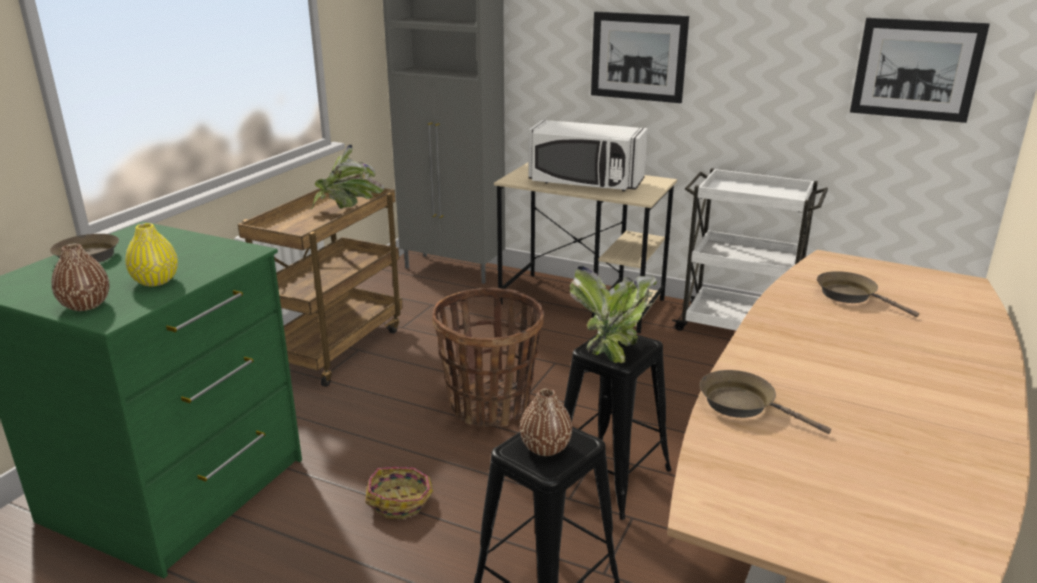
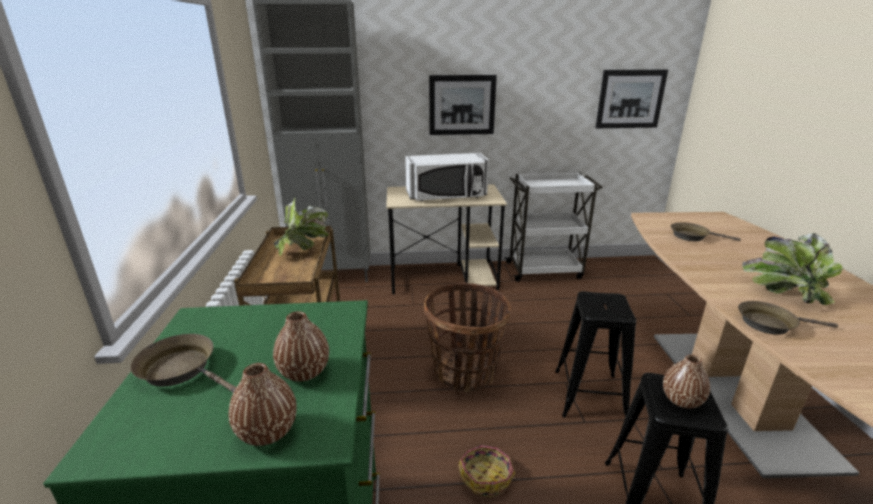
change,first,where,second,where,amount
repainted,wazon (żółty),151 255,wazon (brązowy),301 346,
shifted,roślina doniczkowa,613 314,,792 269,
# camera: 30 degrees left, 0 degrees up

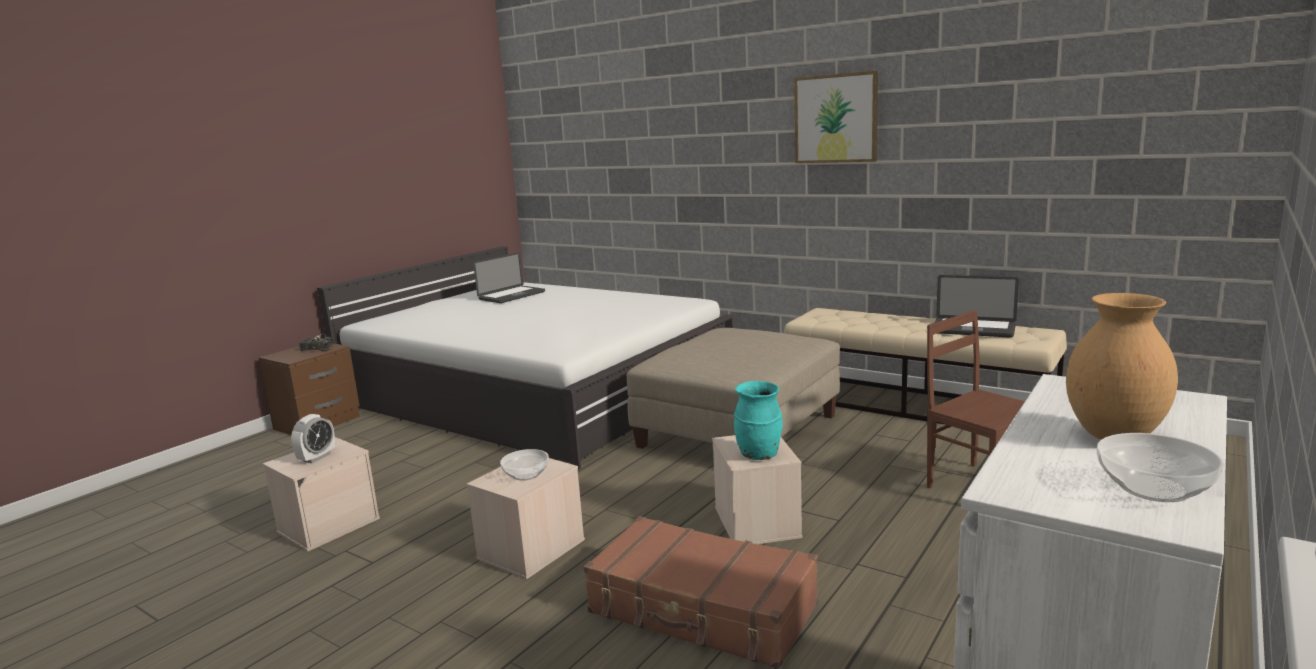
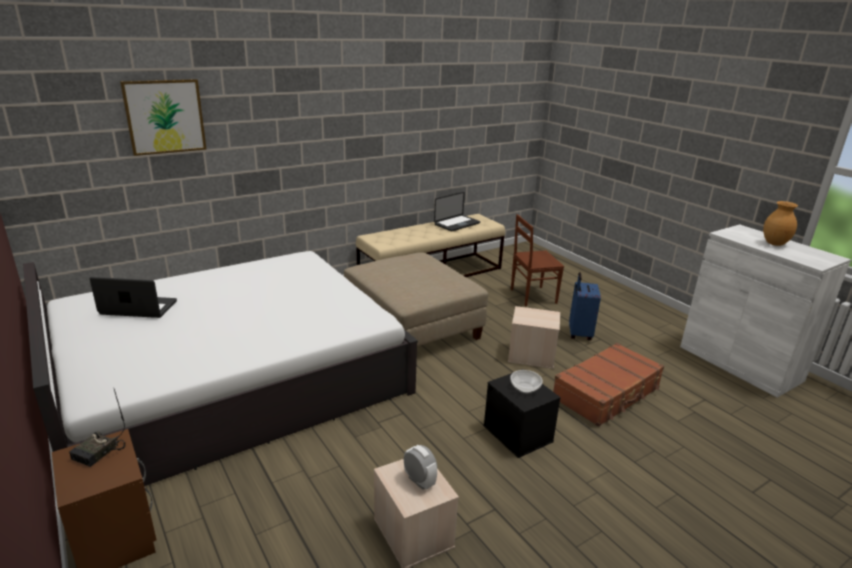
change,first,where,second,where,amount
rotated,laptop,509 277,,133 297,60 degrees counterclockwise
shifted,obraz,836 117,,163 117,
repainted,pojemnik do przechowywania (beżowy),526 519,pojemnik do przechowywania (czarny),522 413,
new,,,walizka (niebieski),585 306,
gone,wazon (turkusowy),758 420,,,
gone,miska,1160 467,,,
# camera: 70 degrees left, 10 degrees up

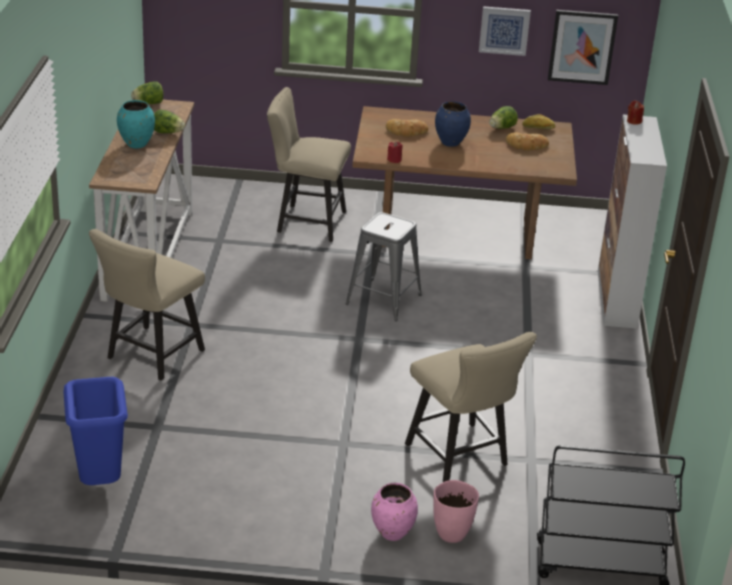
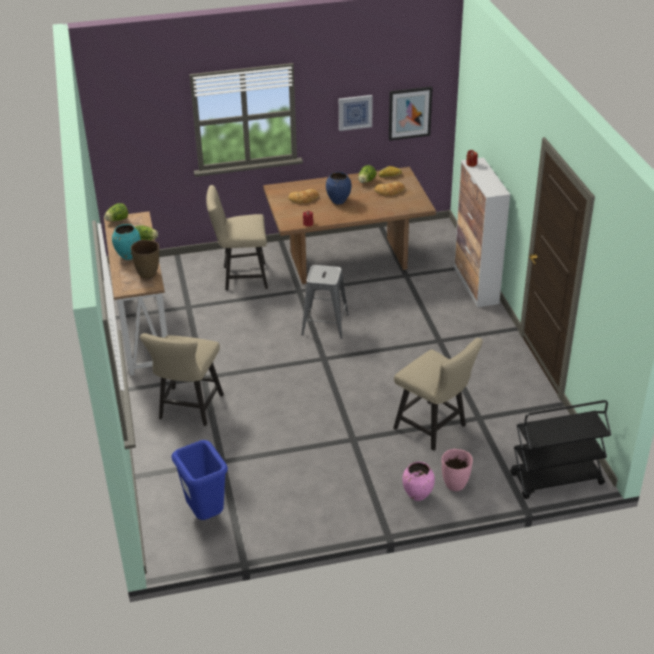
change,first,where,second,where,amount
new,,,wazon (brązowy),145 259,
# camera: 15 degrees left, 5 degrees up

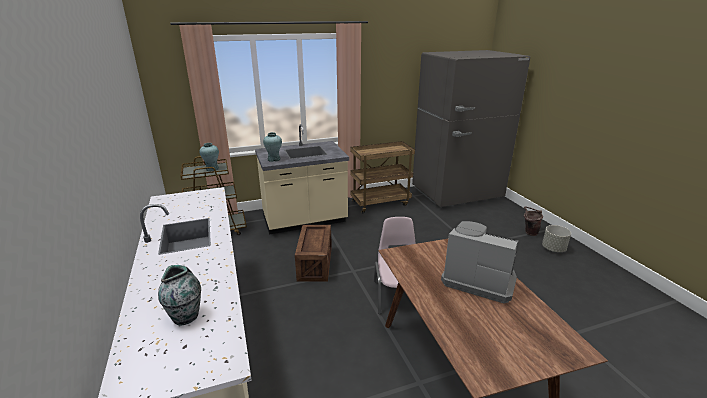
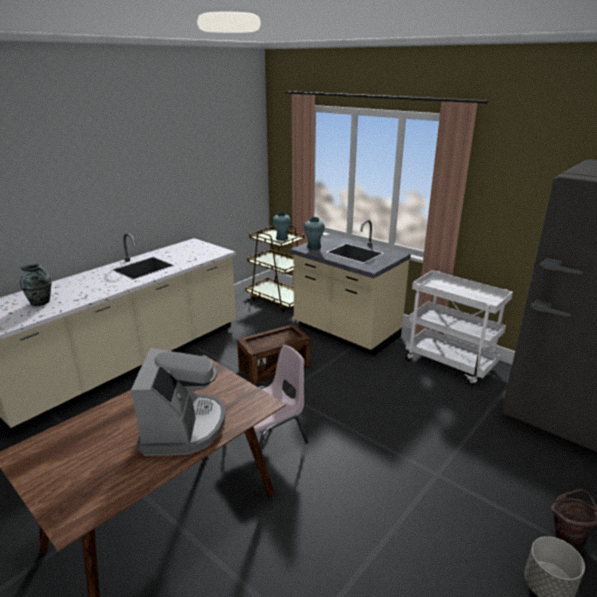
change,first,where,second,where,amount
repainted,wózek (brązowy),382 177,wózek (biały),459 327,
# camera: 60 degrees right, 0 degrees up

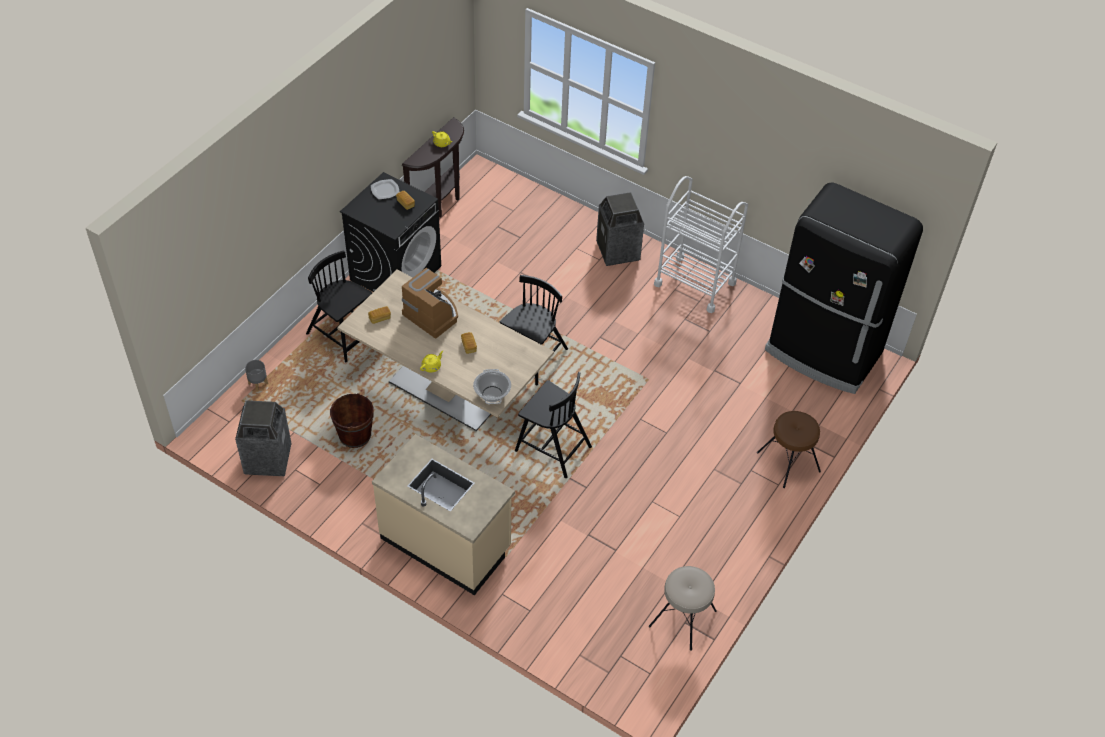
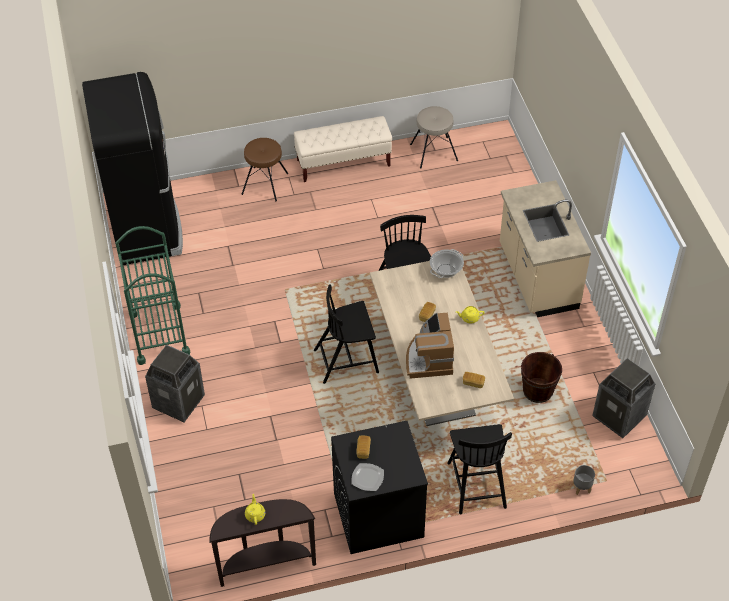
change,first,where,second,where,amount
repainted,wózek (biały),701 244,wózek (zielony),153 295,
new,,,ławka (beżowy),343 149,
# camera: 135 degrees left, 0 degrees up

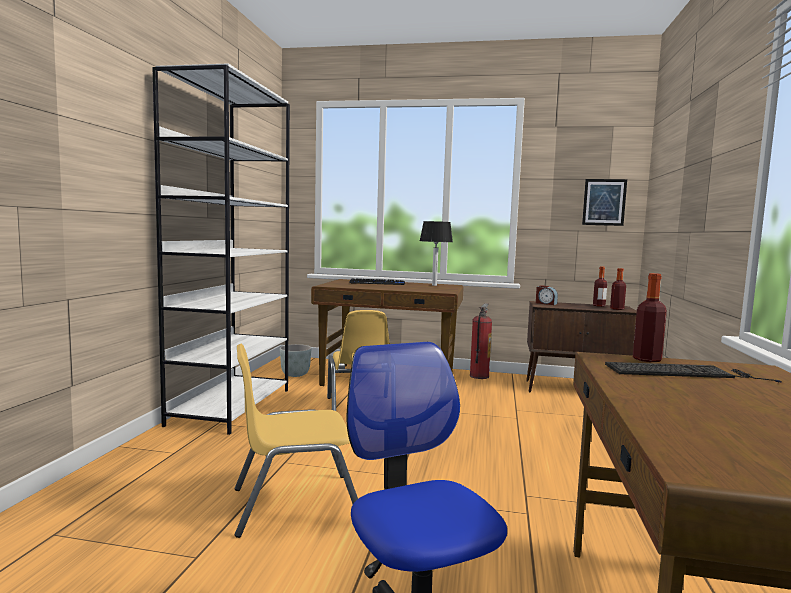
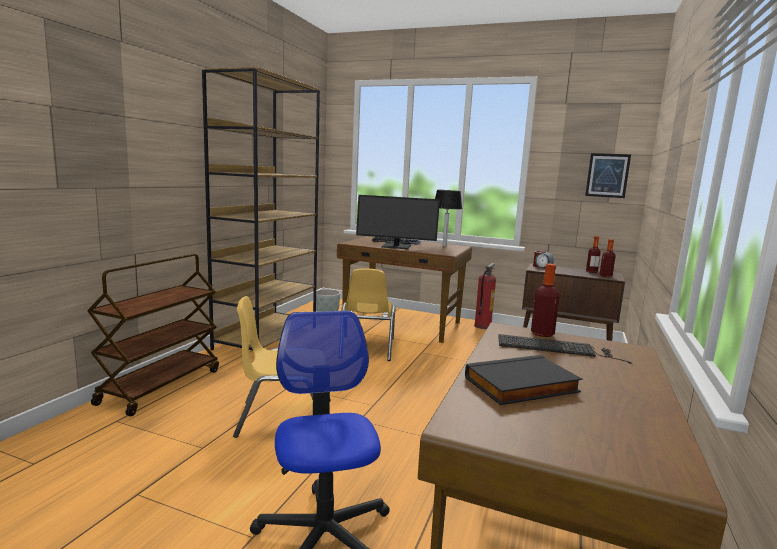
change,first,where,second,where,amount
new,,,wózek (brązowy),153 335,
repainted,regał (biały),221 249,regał (brązowy),261 208,
new,,,monitor,398 222,
new,,,książka (czarny),523 380,
# camera: 10 degrees right, 5 degrees up

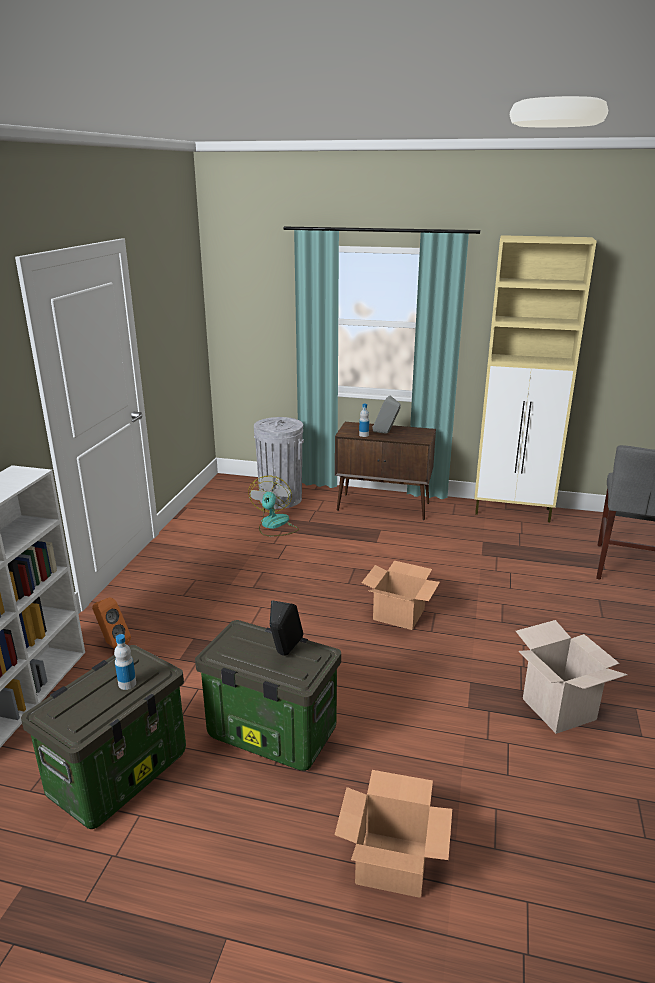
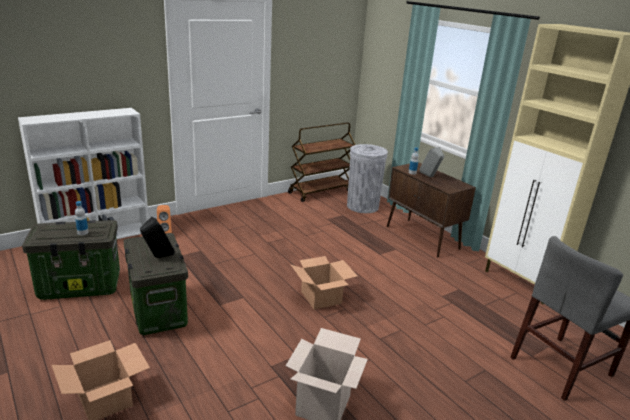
change,first,where,second,where,amount
new,,,wózek (brązowy),321 162,
gone,wentylator,273 506,,,
# camera: 40 degrees right, 0 degrees up

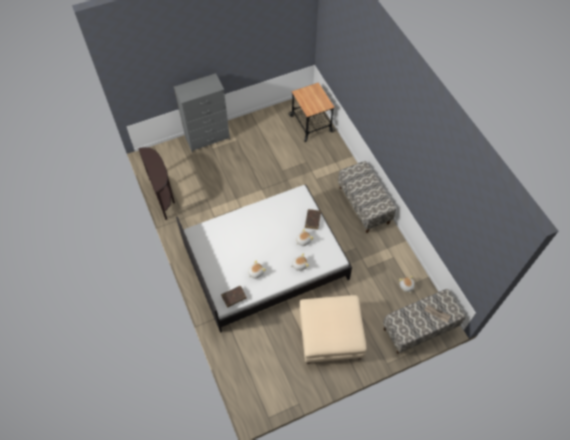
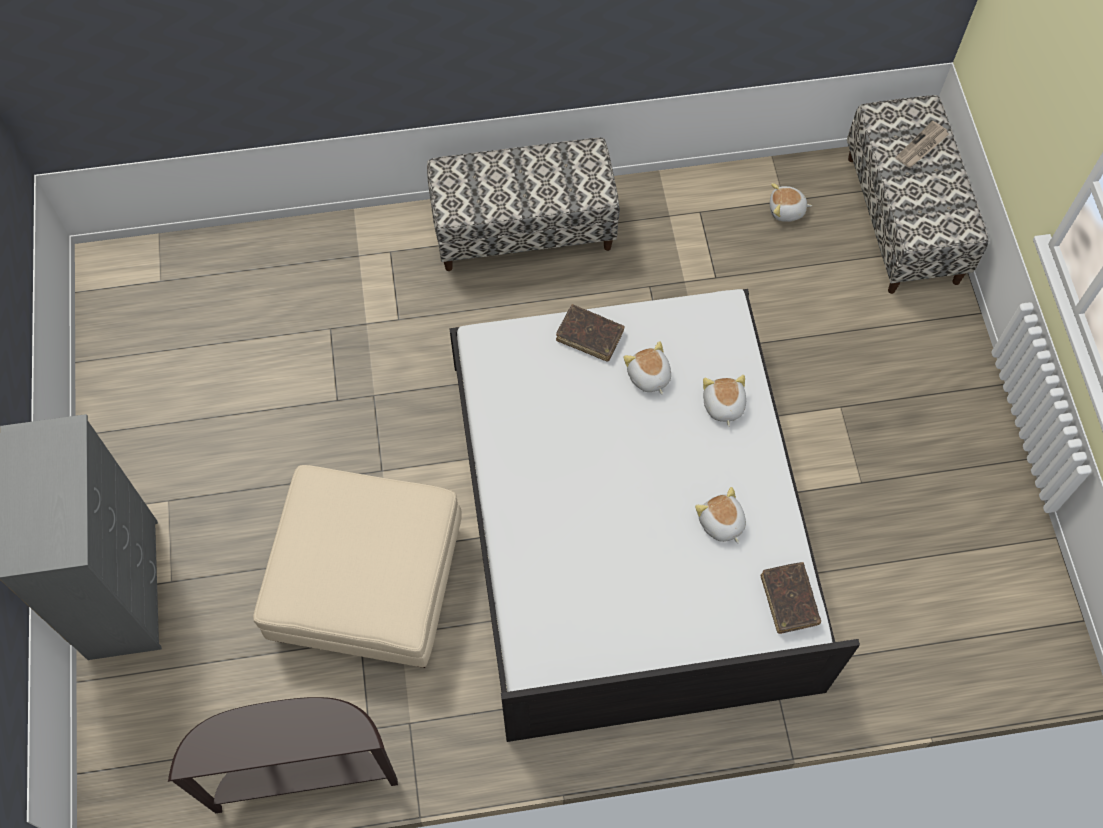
change,first,where,second,where,amount
shifted,pufa (beżowy),333 329,,357 566,
gone,wózek,312 112,,,
# camera: 75 degrees left, 5 degrees up

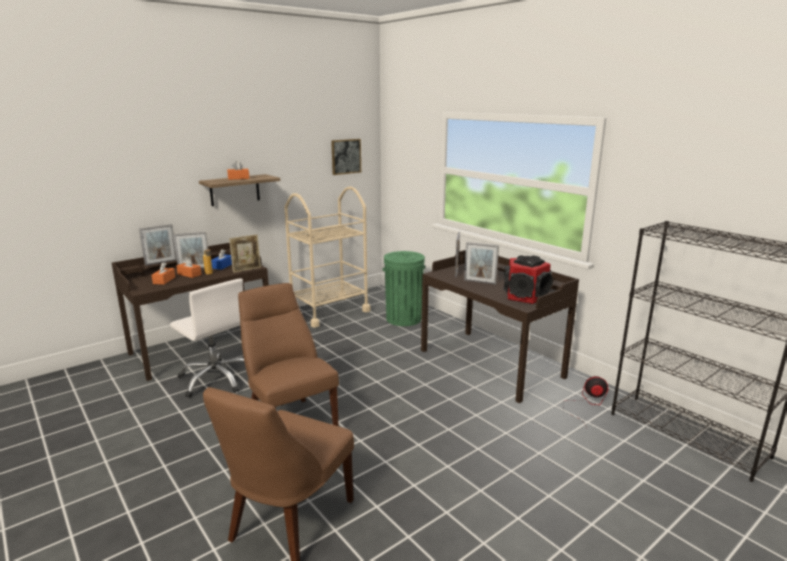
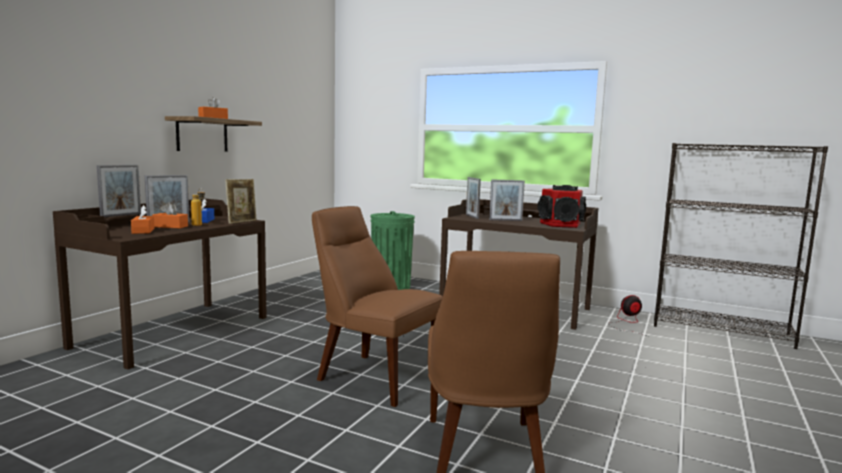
change,first,where,second,where,amount
gone,krzesło biurowe (biały),207 338,,,
gone,wózek (beżowy),327 257,,,
gone,obraz,346 157,,,
# camera: 25 degrees left, 10 degrees down

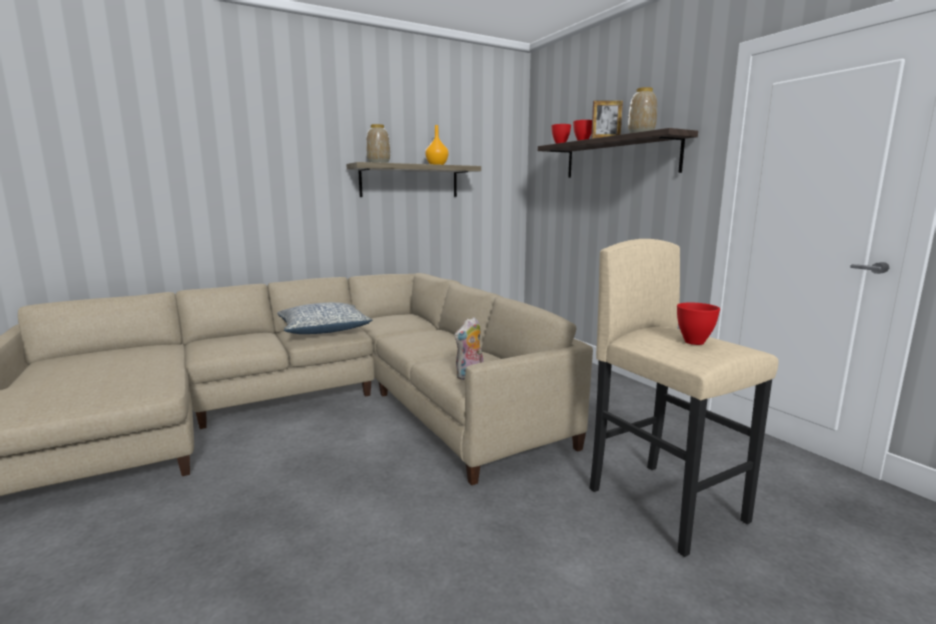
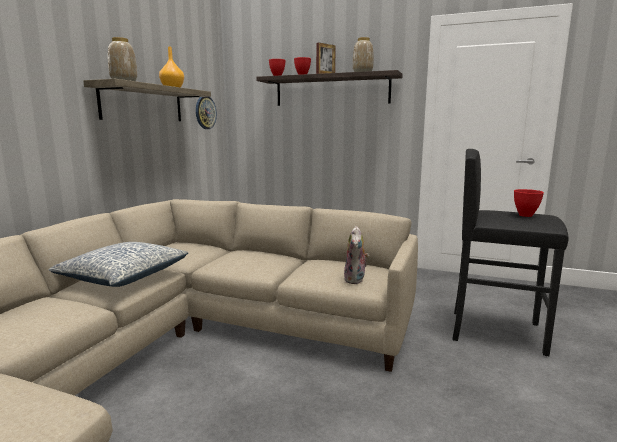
change,first,where,second,where,amount
new,,,zegar ścienny,206 113,
repainted,stołek (beżowy),684 398,stołek (czarny),510 252,
# camera: 40 degrees left, 0 degrees up

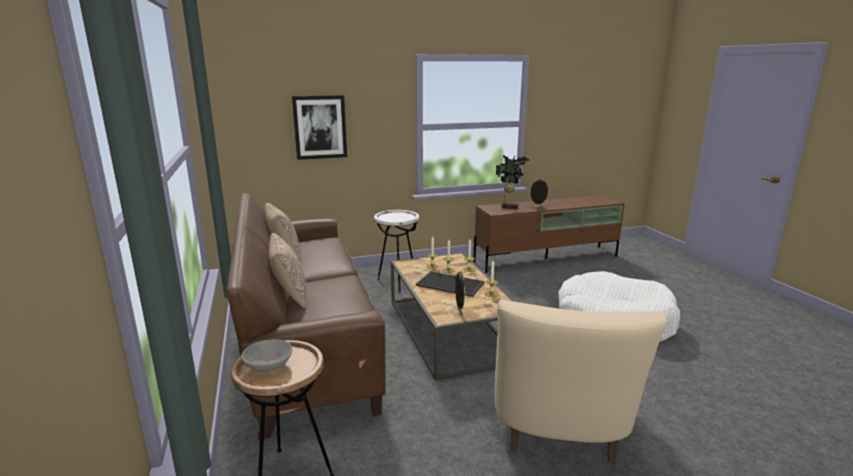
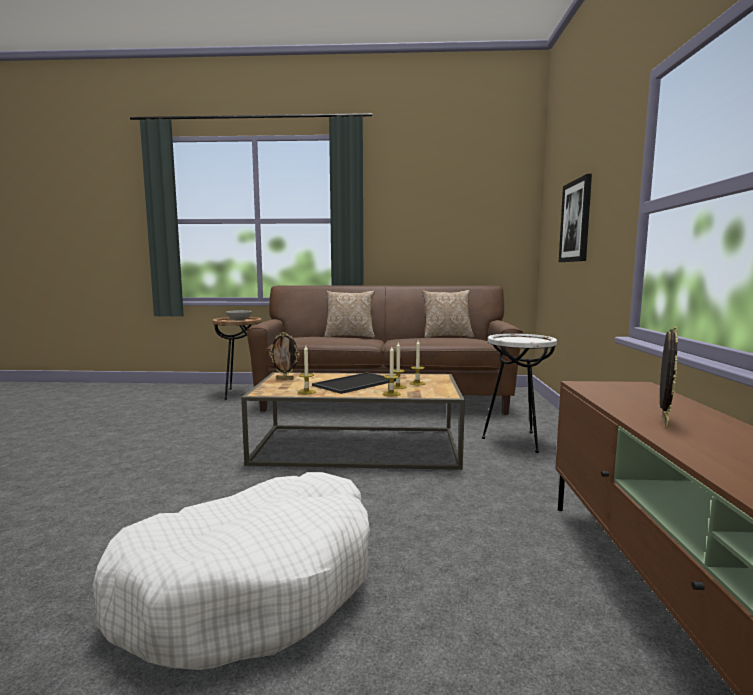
change,first,where,second,where,amount
gone,fotel (beżowy),582 382,,,
gone,roślina doniczkowa,512 182,,,
# camera: 110 degrees right, 10 degrees down

